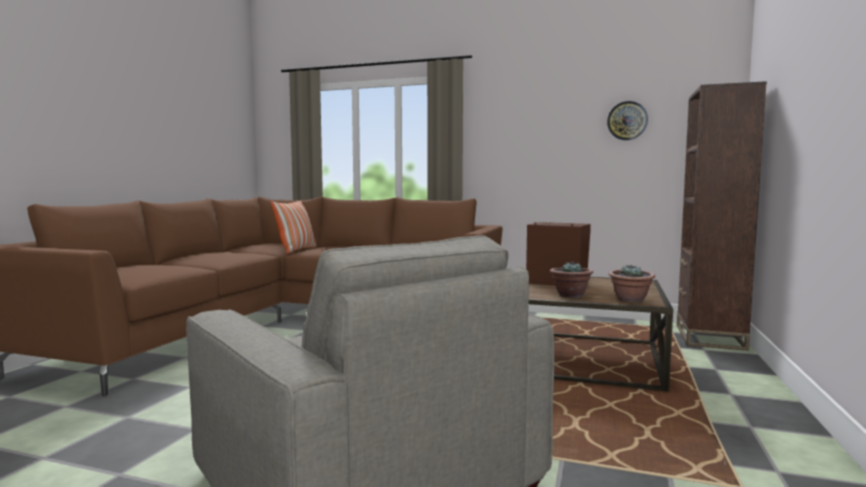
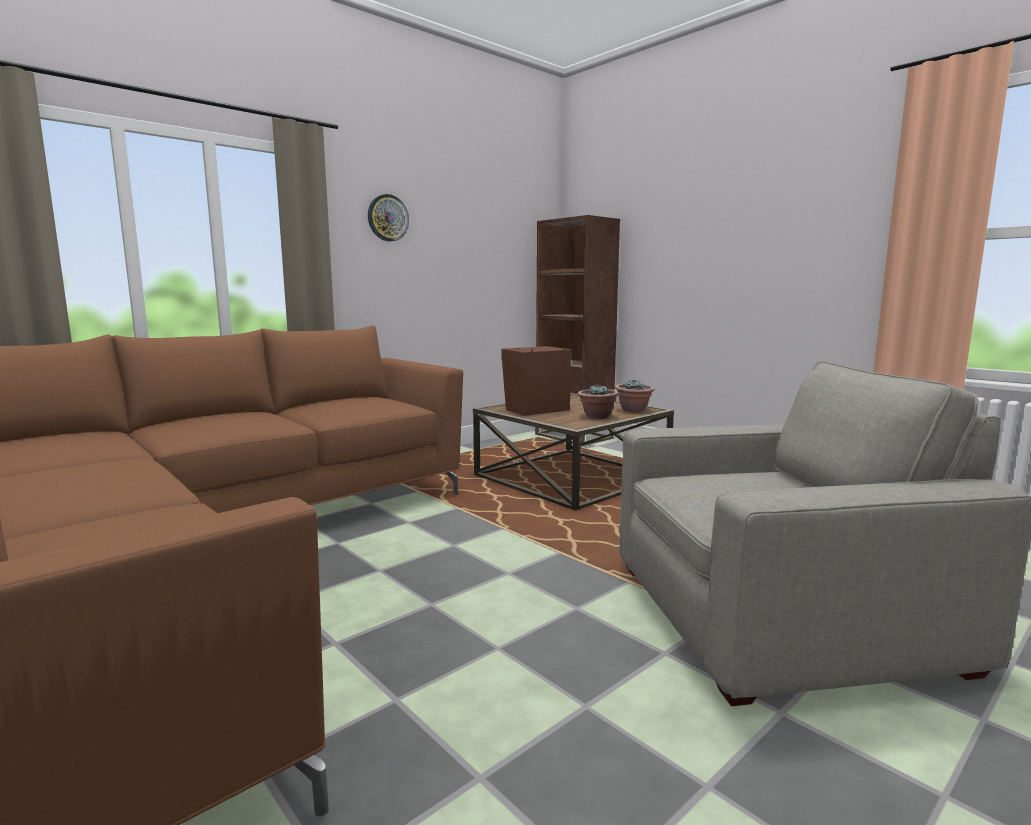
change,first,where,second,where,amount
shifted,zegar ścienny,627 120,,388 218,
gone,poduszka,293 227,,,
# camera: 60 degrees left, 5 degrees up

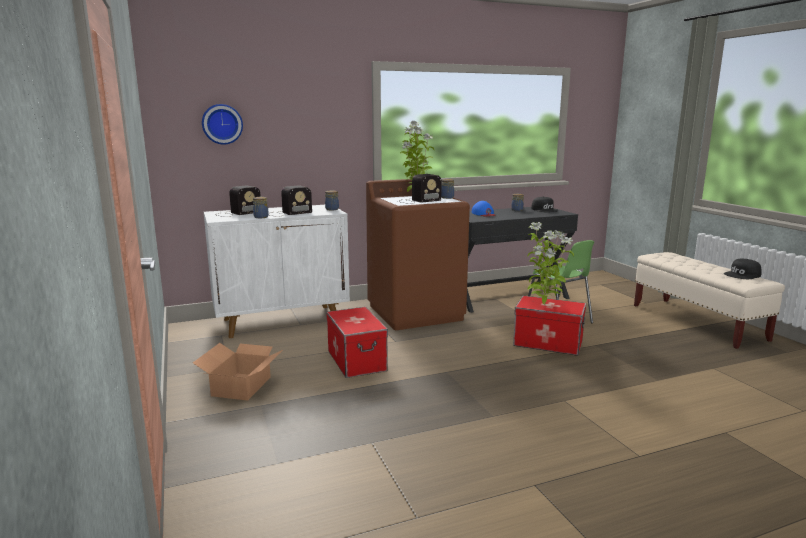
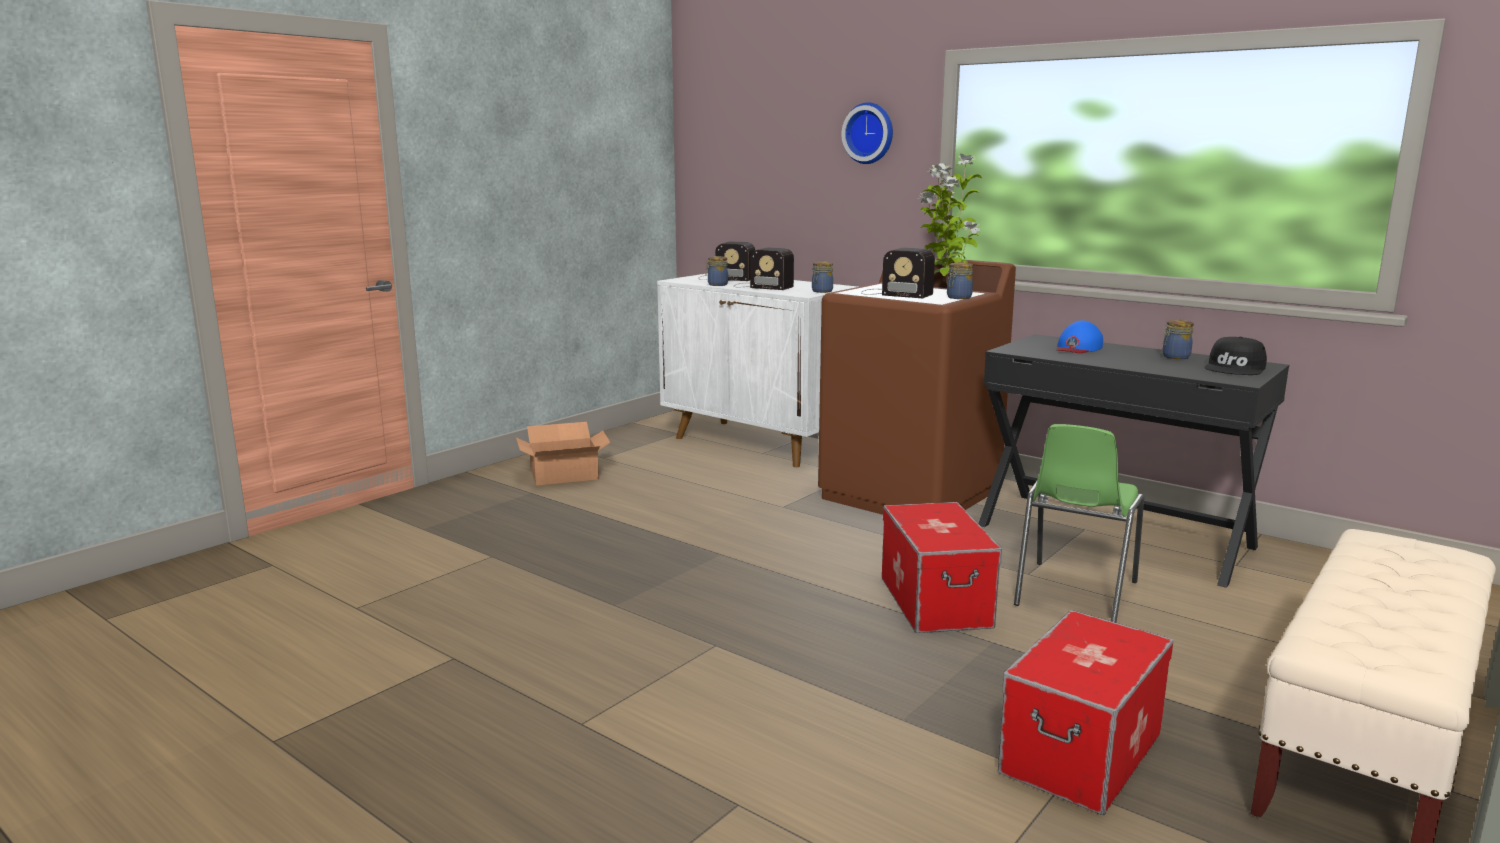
change,first,where,second,where,amount
shifted,zegar ścienny,222 124,,867 133,
shifted,pojemnik do przechowywania,357 342,,1086 712,
gone,roślina doniczkowa,551 263,,,
gone,czapka z daszkiem (czarny),743 269,,,
# camera: 60 degrees right, 0 degrees up

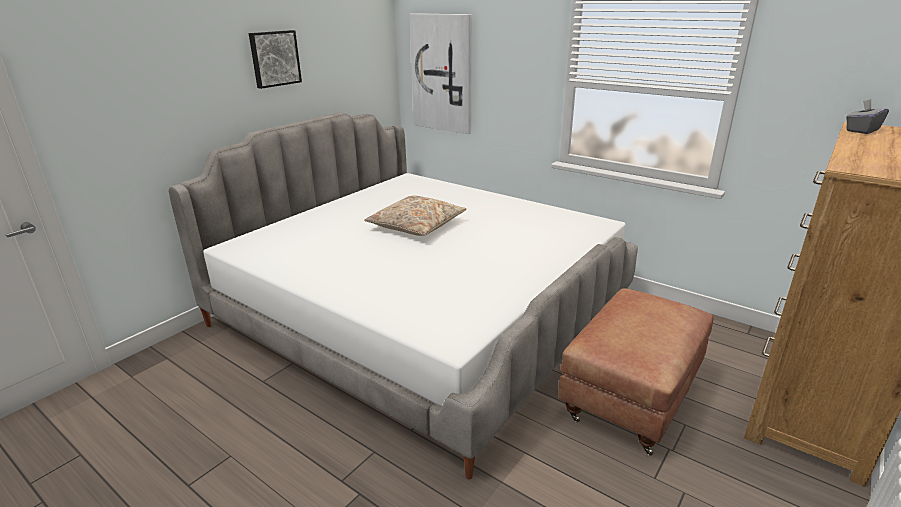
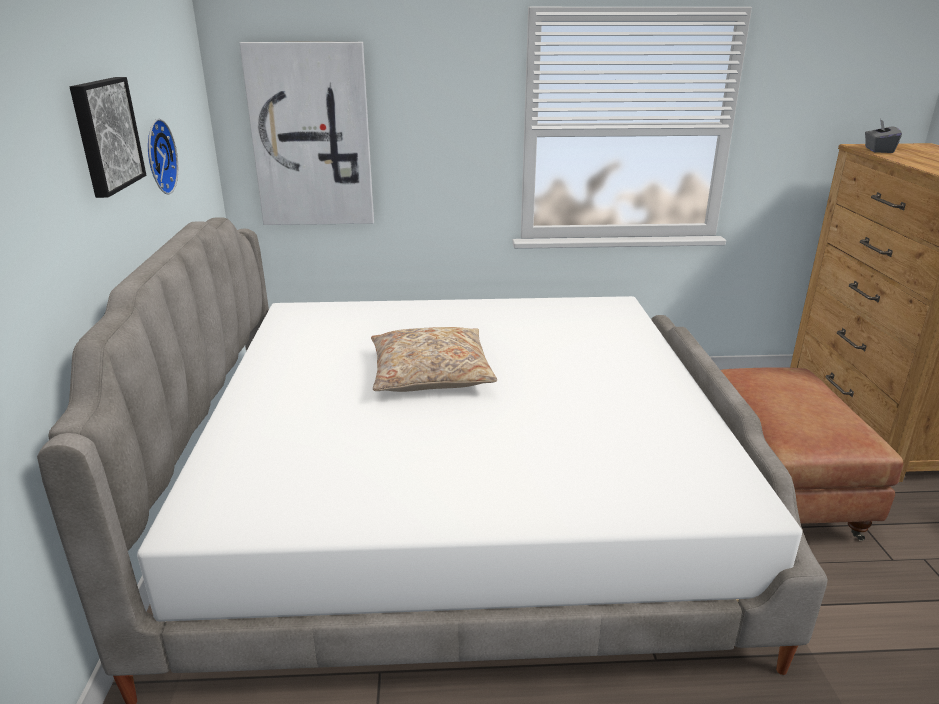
change,first,where,second,where,amount
new,,,zegar ścienny,163 156,
# camera: 40 degrees left, 0 degrees up

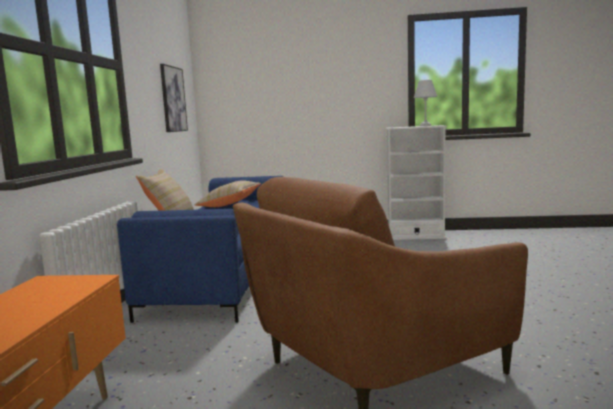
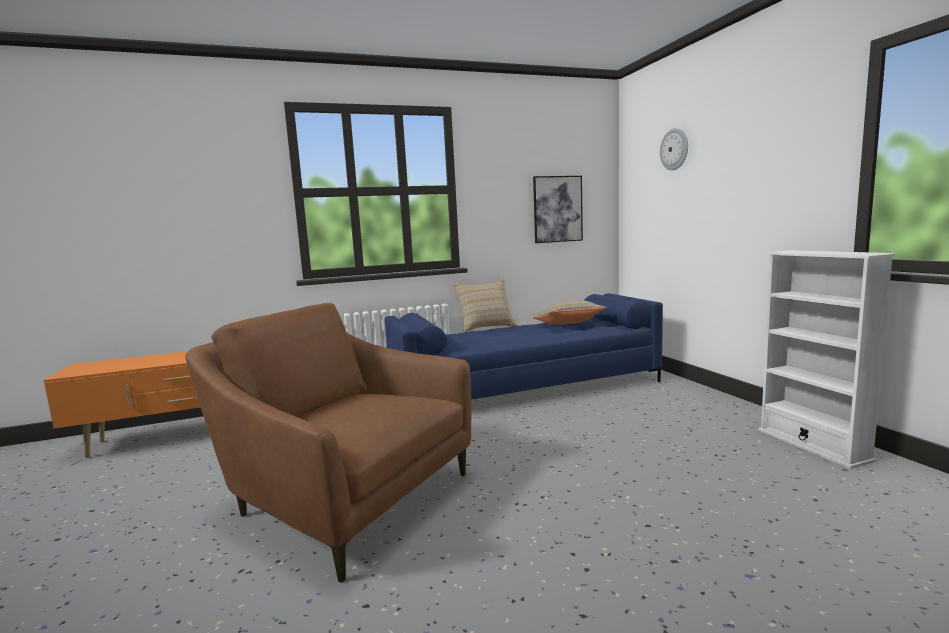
change,first,where,second,where,amount
new,,,zegar ścienny,674 149,
gone,lampa stołowa (biały),425 103,,,
# camera: 65 degrees right, 0 degrees up

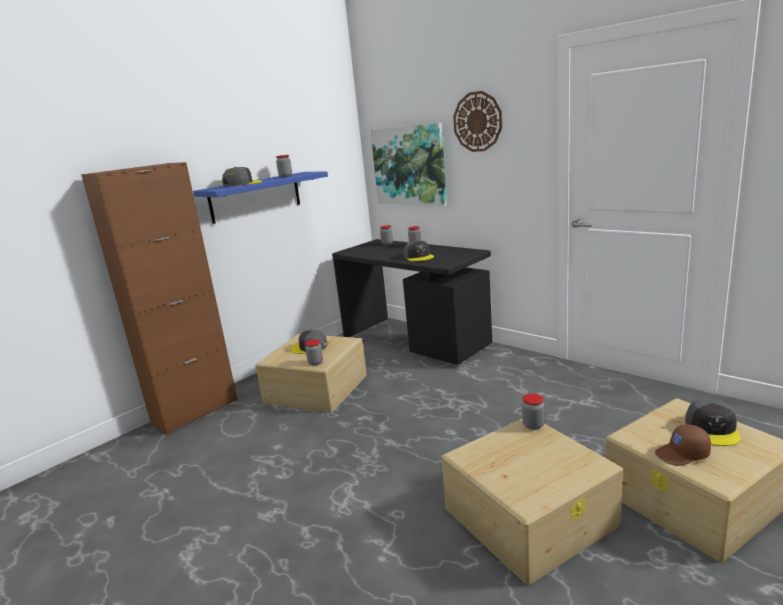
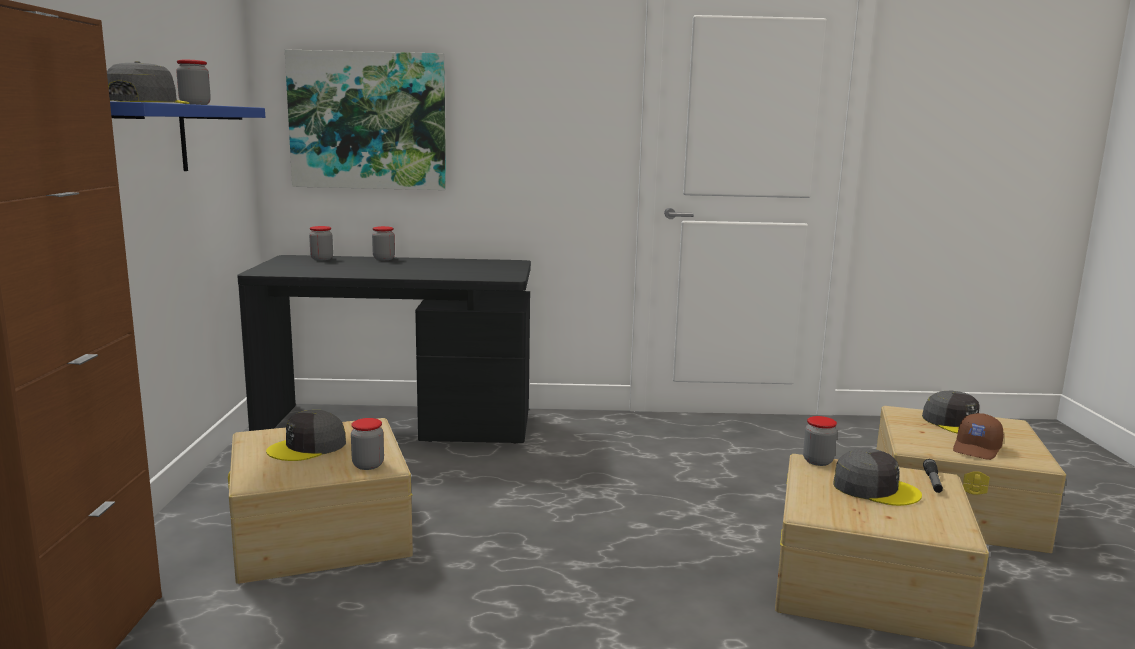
change,first,where,second,where,amount
shifted,czapka z daszkiem (szary),419 250,,877 477,
new,,,latarka,933 476,
gone,zegar ścienny,477 121,,,
# camera: 45 degrees left, 5 degrees down

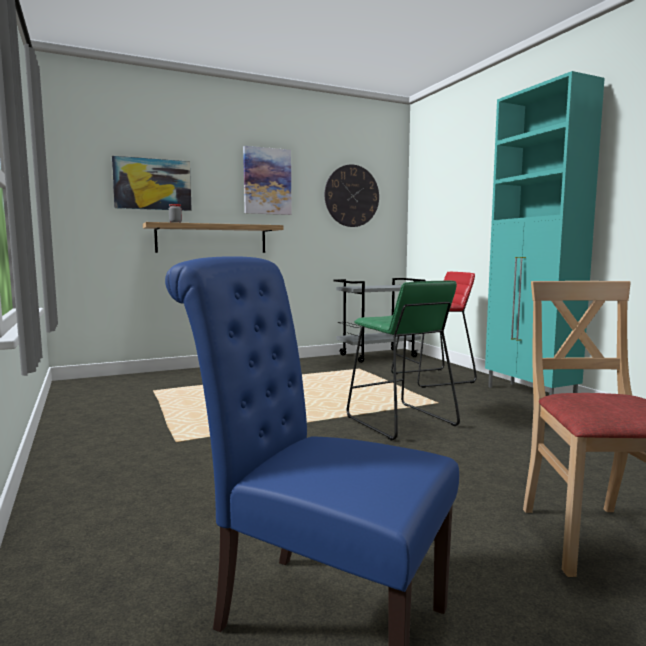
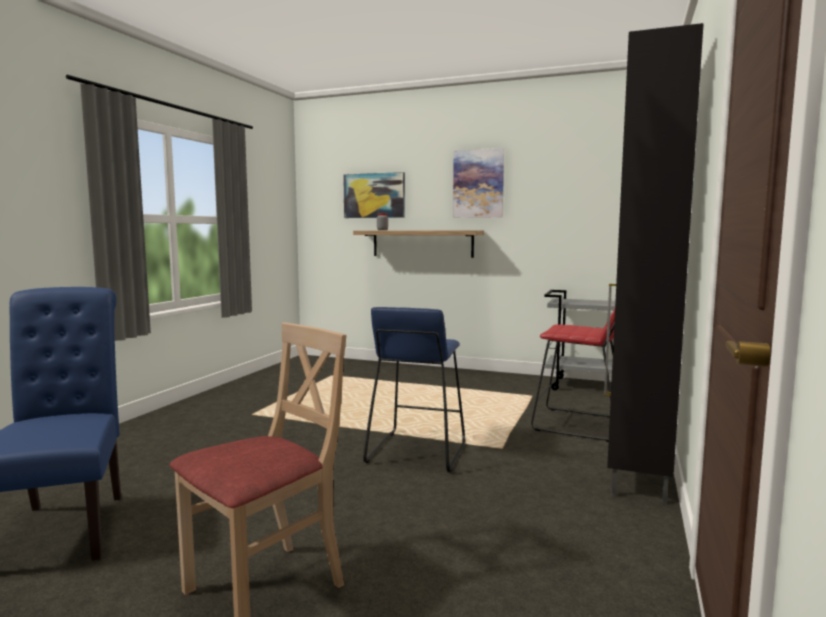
change,first,where,second,where,amount
repainted,stołek (zielony),403 361,stołek (niebieski),414 390,
repainted,szafka (turkusowy),545 233,szafka (czarny),654 263,
gone,zegar ścienny,352 195,,,
# camera: 45 degrees right, 0 degrees up

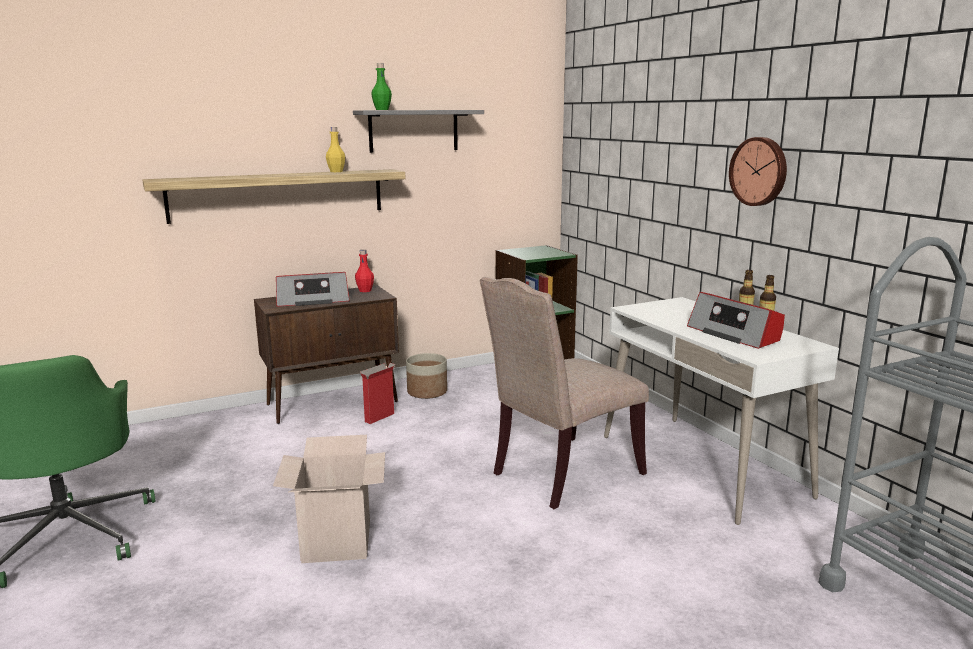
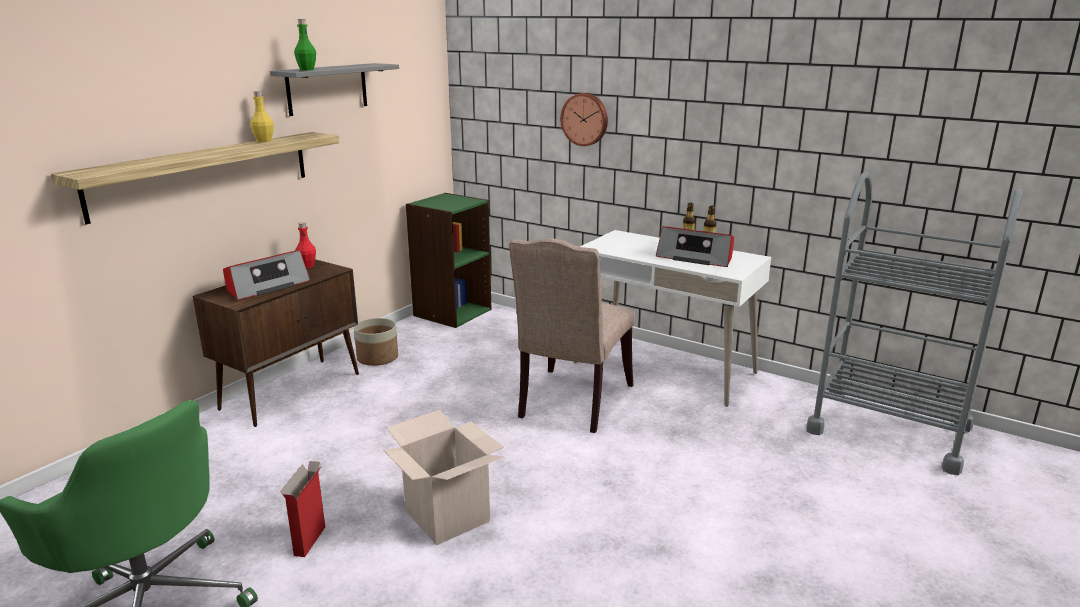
change,first,where,second,where,amount
shifted,karton,377 393,,302 509,
shifted,zegar ścienny,758 171,,584 119,
# camera: 30 degrees left, 5 degrees up

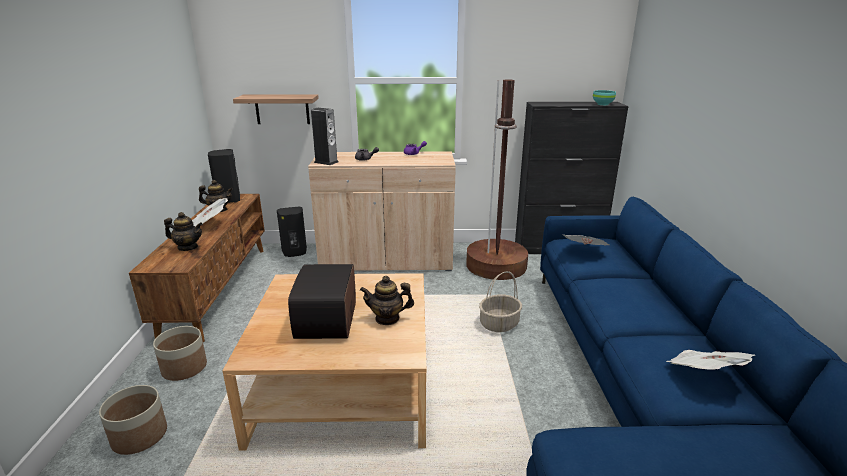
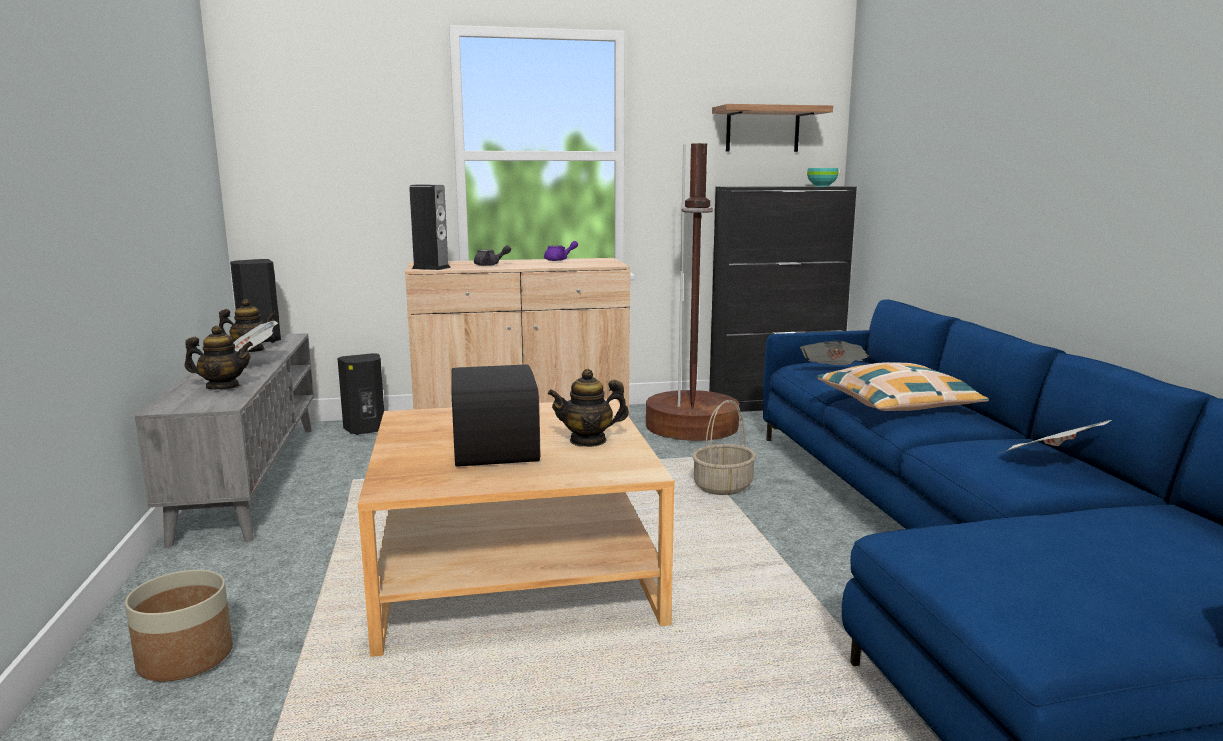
change,first,where,second,where,amount
repainted,szafka pod telewizor (brązowy),197 268,szafka pod telewizor (szary),224 440,
shifted,półka,276 109,,772 128,
new,,,poduszka,903 386,
gone,donica,180 353,,,
# camera: 10 degrees left, 10 degrees down

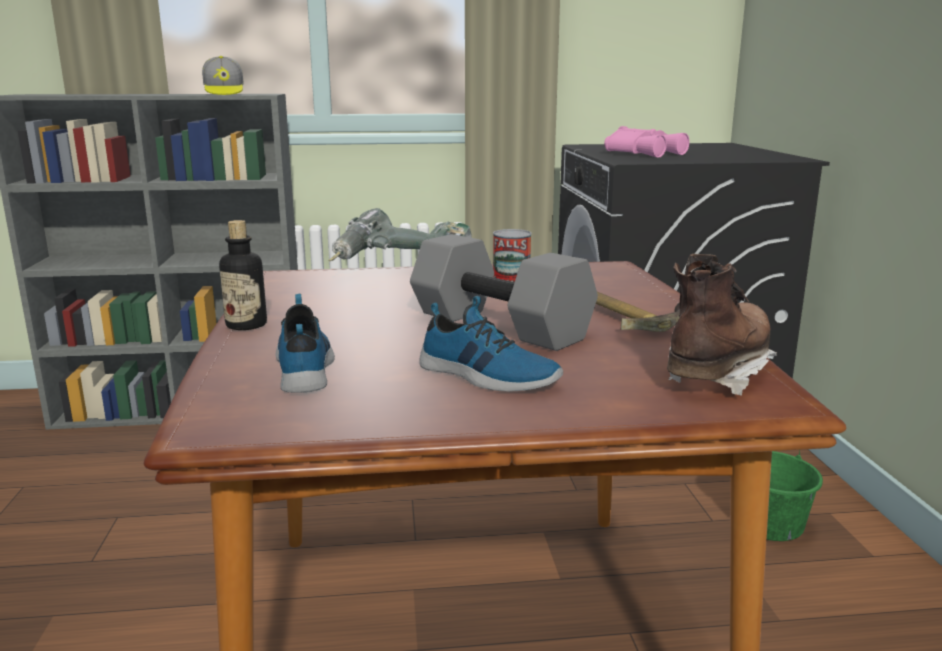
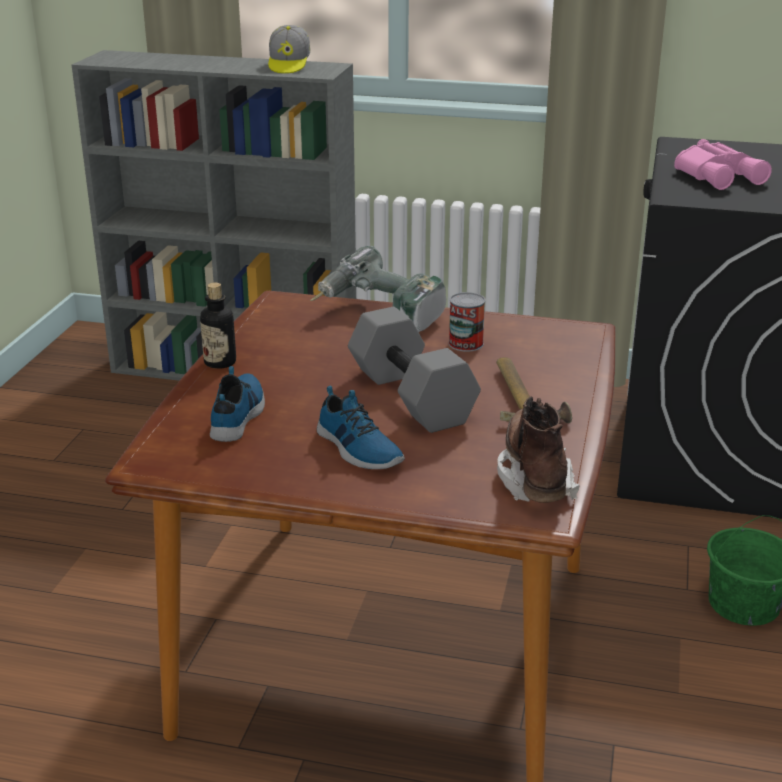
change,first,where,second,where,amount
rotated,but z cholewką (brązowy),722 325,,538 449,60 degrees counterclockwise
# camera: 20 degrees right, 10 degrees up

